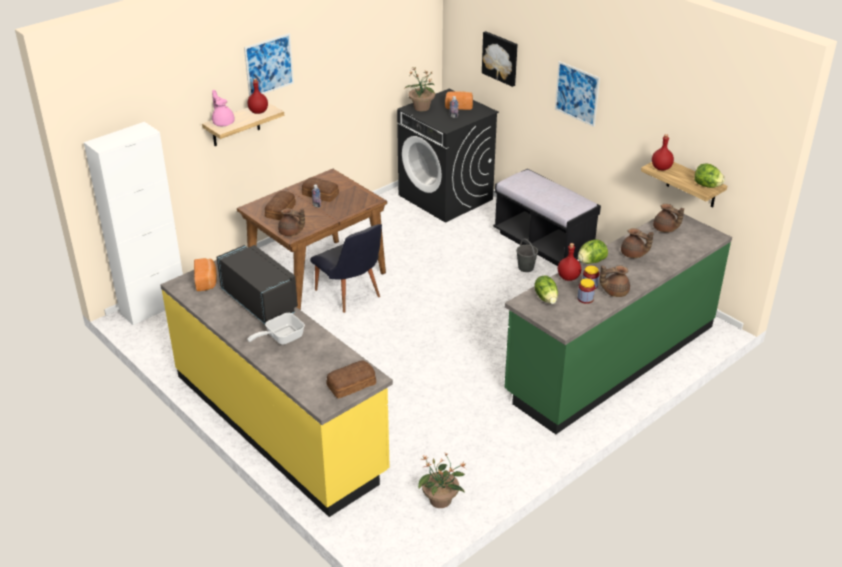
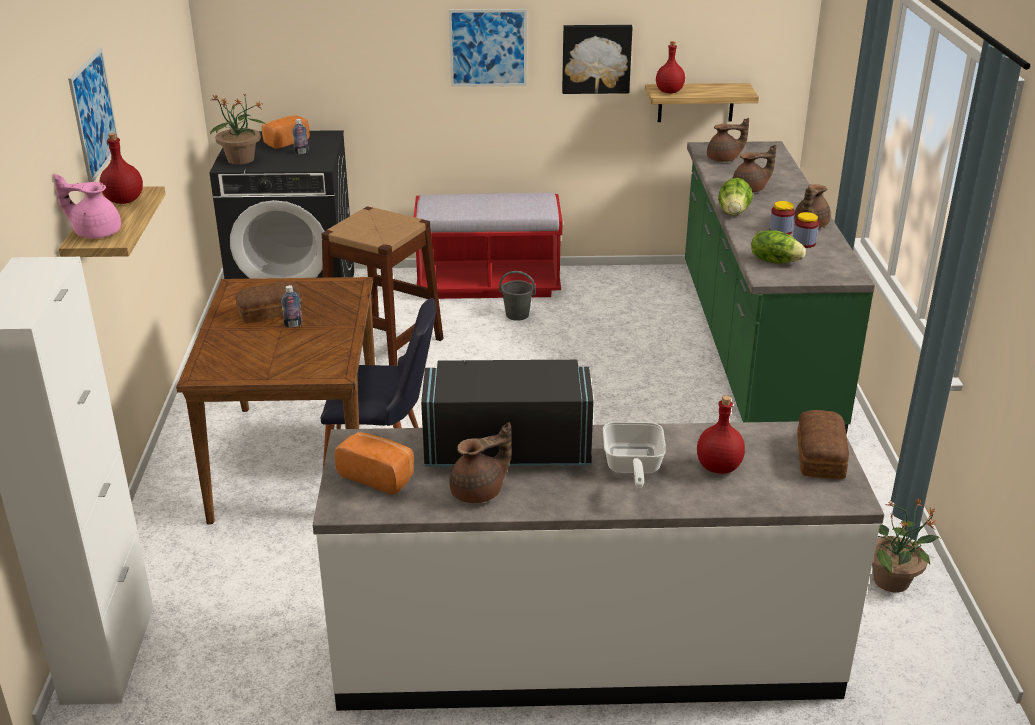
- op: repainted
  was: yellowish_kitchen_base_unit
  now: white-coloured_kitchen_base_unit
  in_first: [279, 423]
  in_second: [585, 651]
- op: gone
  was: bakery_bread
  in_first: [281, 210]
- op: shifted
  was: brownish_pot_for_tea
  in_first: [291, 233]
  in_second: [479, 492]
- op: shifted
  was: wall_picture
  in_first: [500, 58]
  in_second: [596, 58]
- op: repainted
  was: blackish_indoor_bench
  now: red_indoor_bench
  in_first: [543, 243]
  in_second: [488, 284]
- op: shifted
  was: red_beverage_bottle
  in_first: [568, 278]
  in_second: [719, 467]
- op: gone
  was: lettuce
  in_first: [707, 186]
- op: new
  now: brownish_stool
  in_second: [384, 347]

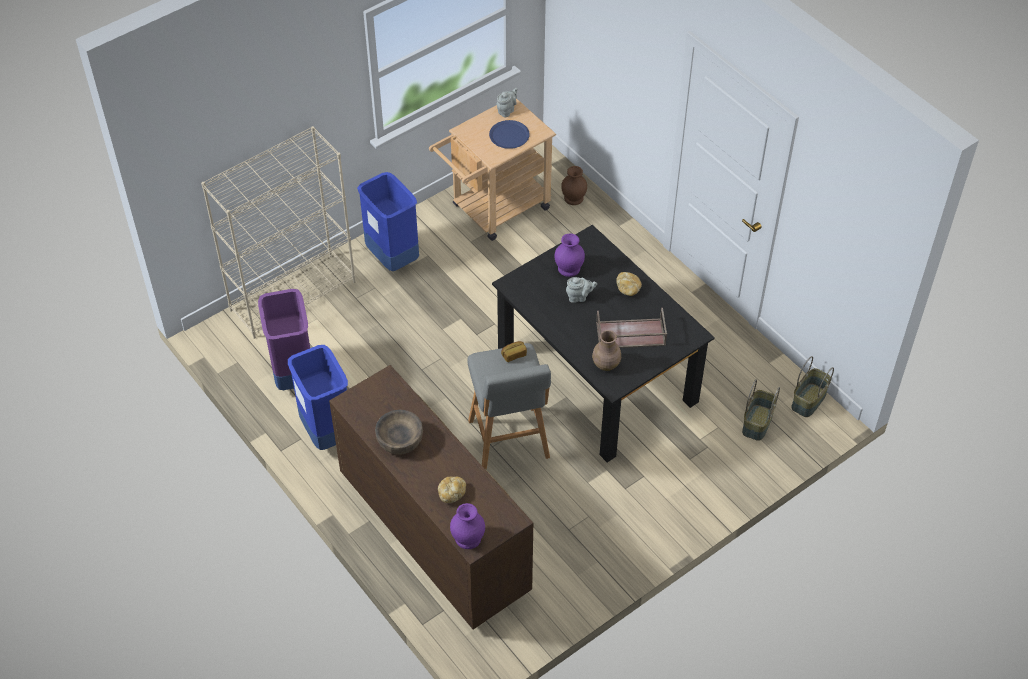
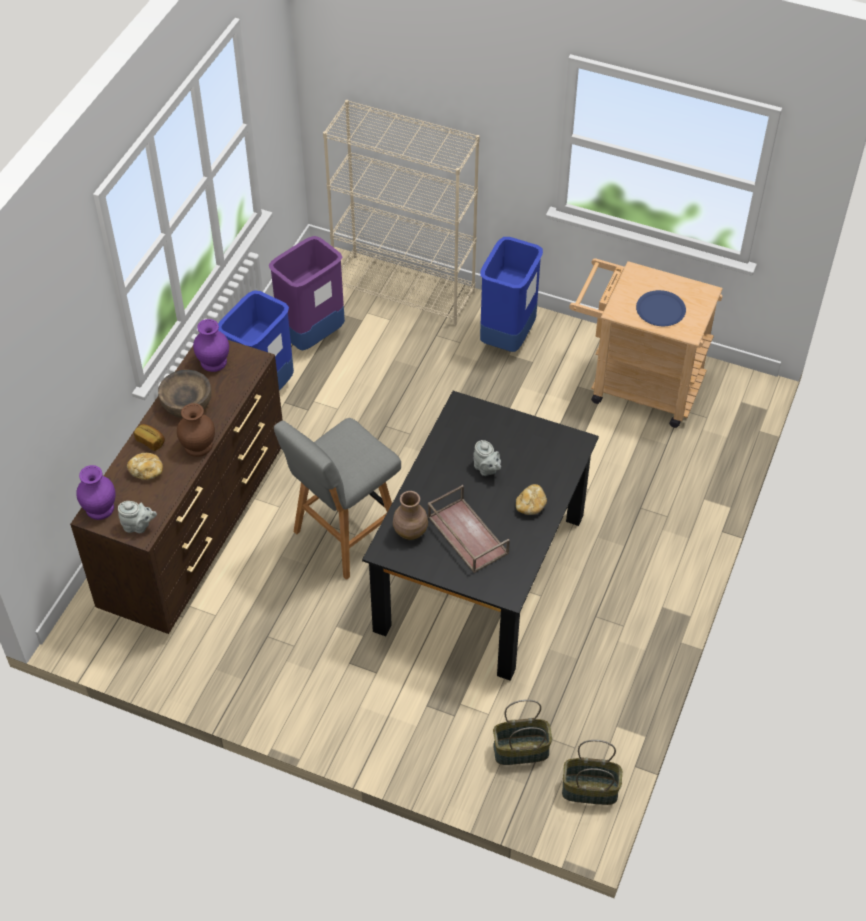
- op: shifted
  was: gray_pot_for_tea
  in_first: [507, 110]
  in_second: [138, 526]
- op: shifted
  was: bakery_bread
  in_first: [513, 354]
  in_second: [151, 441]
- op: shifted
  was: purple-coloured_flower_vase
  in_first: [569, 268]
  in_second: [213, 362]
- op: shifted
  was: brownish_flower_vase
  in_first: [573, 197]
  in_second: [199, 445]

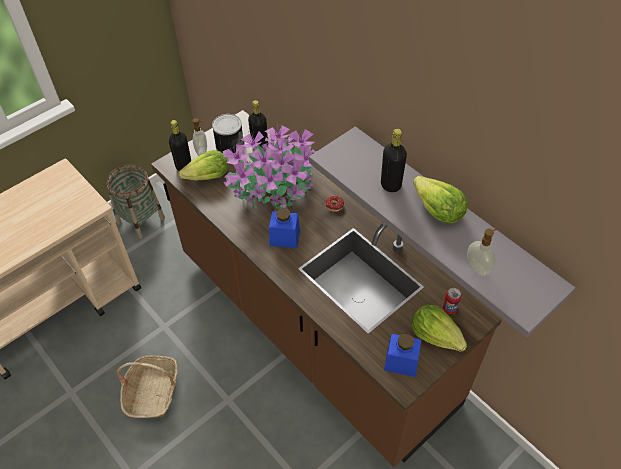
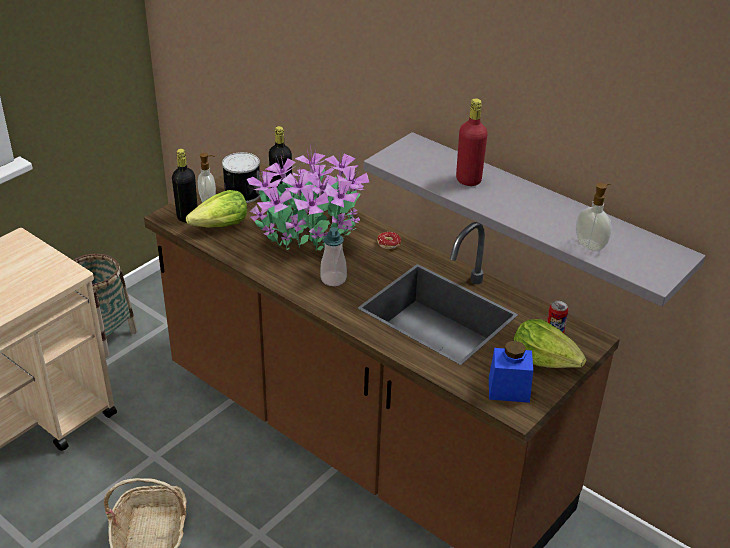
- op: swapped
  was: bluish_preserve_jar
  now: liquid_soap_bottle
  in_first: [284, 238]
  in_second: [333, 279]
- op: repainted
  was: blackish_beverage_bottle
  now: red_beverage_bottle
  in_first: [391, 185]
  in_second: [468, 180]
- op: gone
  was: lettuce
  in_first: [437, 210]

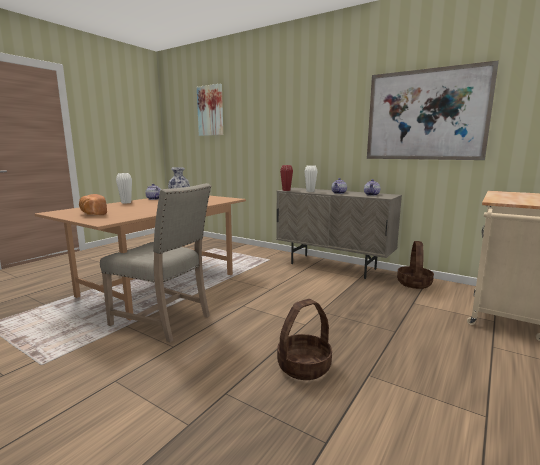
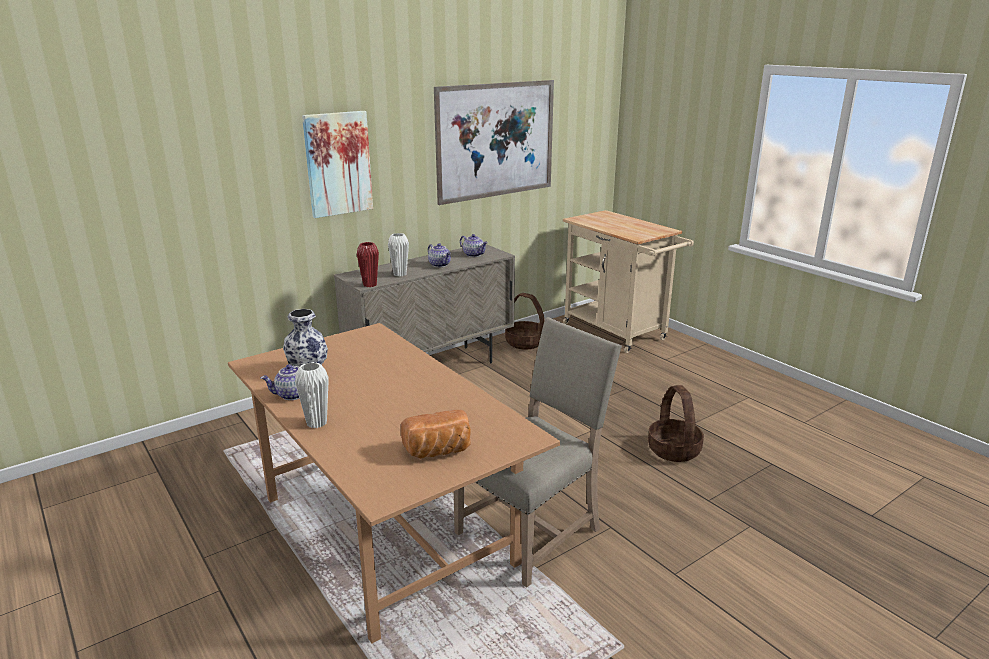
- op: shifted
  was: wall_picture
  in_first: [210, 110]
  in_second: [338, 164]

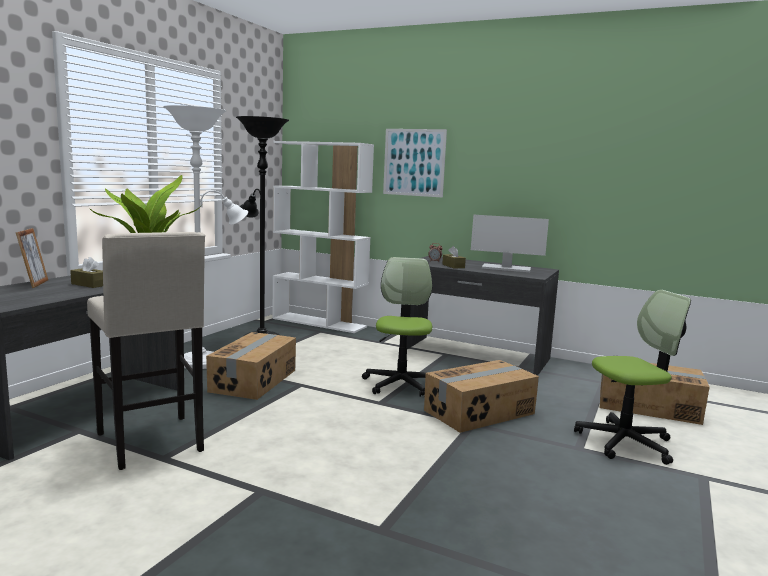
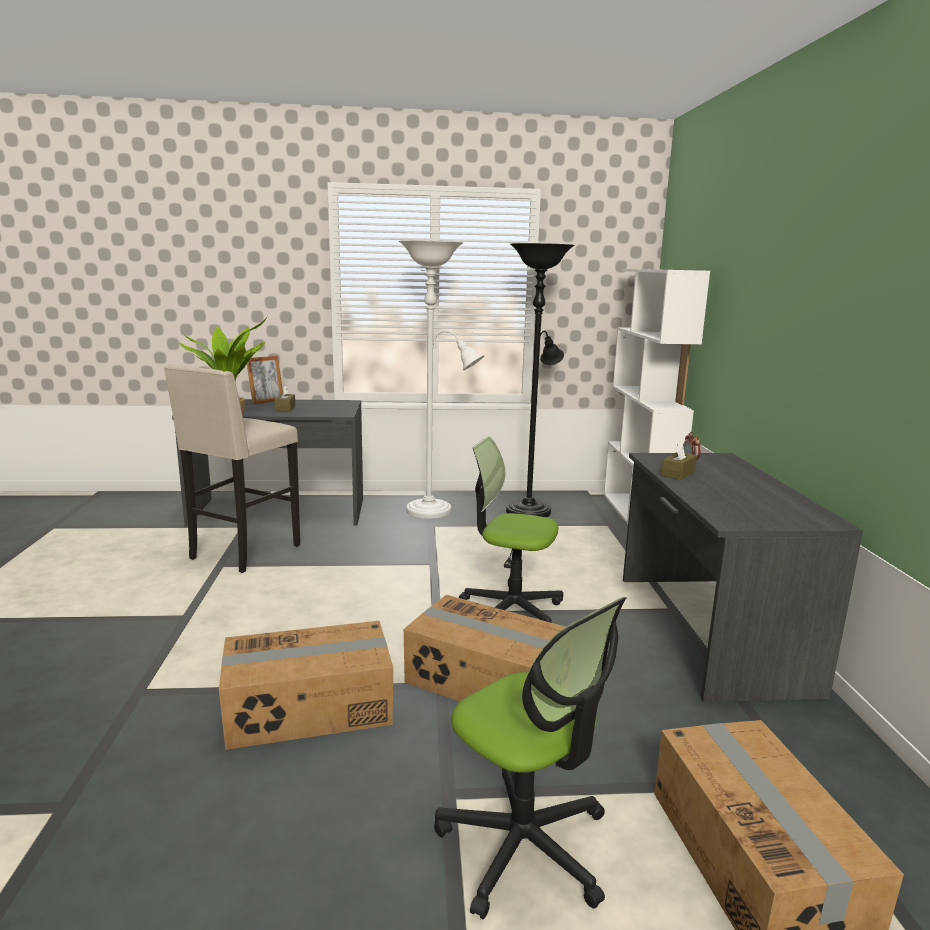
- op: shifted
  was: packing_box
  in_first: [254, 380]
  in_second: [309, 708]
- op: rotated
  was: computer_chair
  in_first: [401, 384]
  in_second: [511, 609]
  clockwise: -135
- op: gone
  was: wall_picture
  in_first: [414, 162]
- op: gone
  was: computer_display
  in_first: [505, 268]

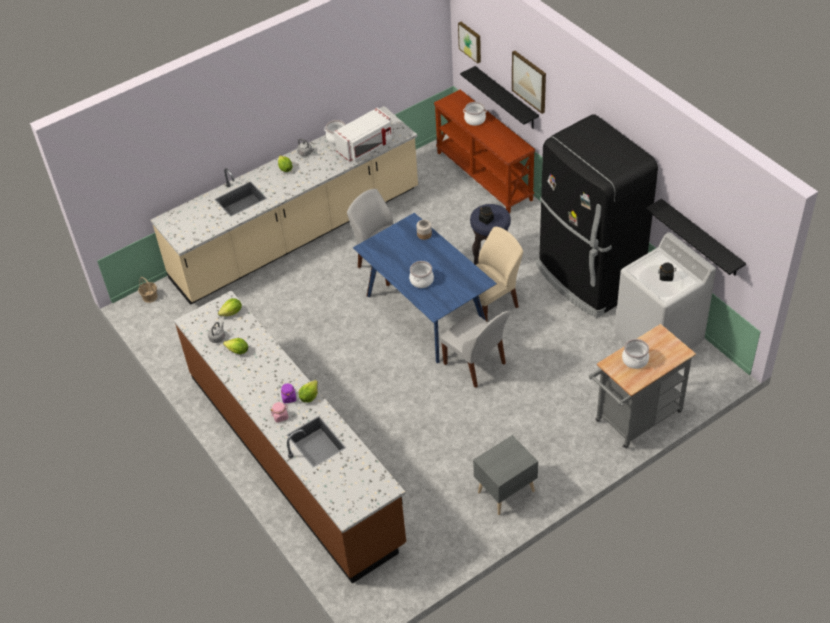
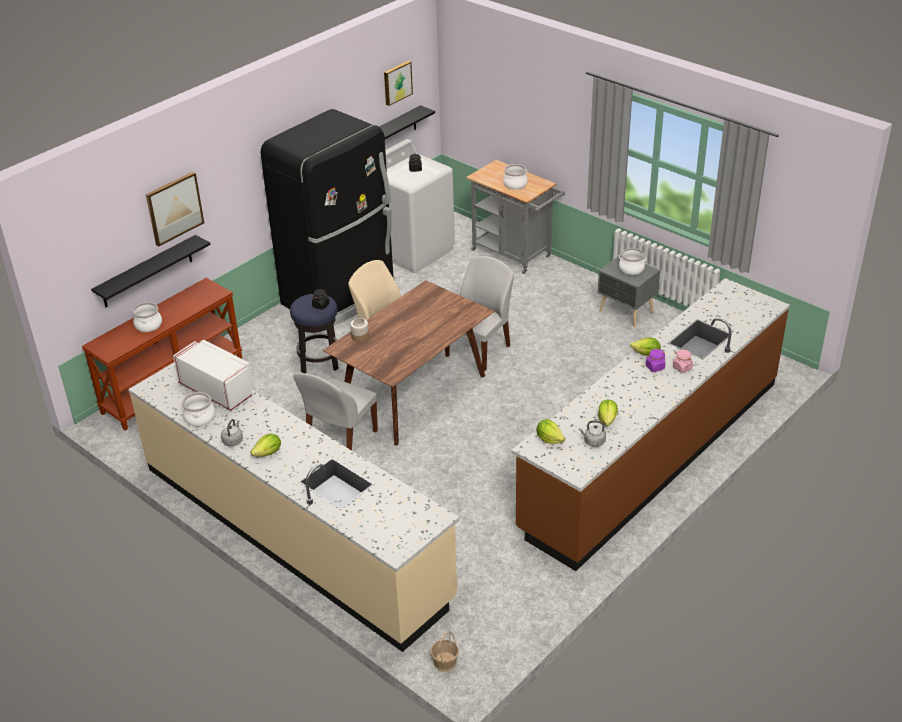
- op: repainted
  was: bluish_dining_table
  now: brownish_dining_table
  in_first: [425, 313]
  in_second: [414, 395]
- op: shifted
  was: saucepot
  in_first: [422, 280]
  in_second: [631, 269]
- op: shifted
  was: wall_picture
  in_first: [470, 41]
  in_second: [397, 82]

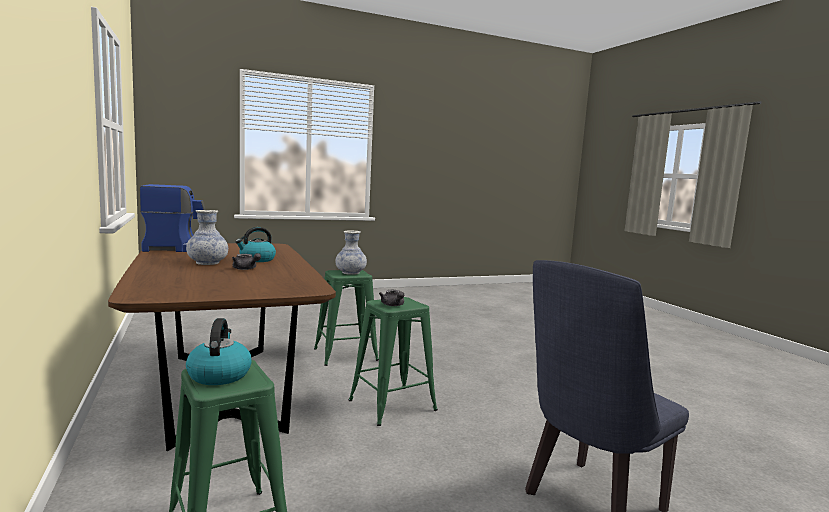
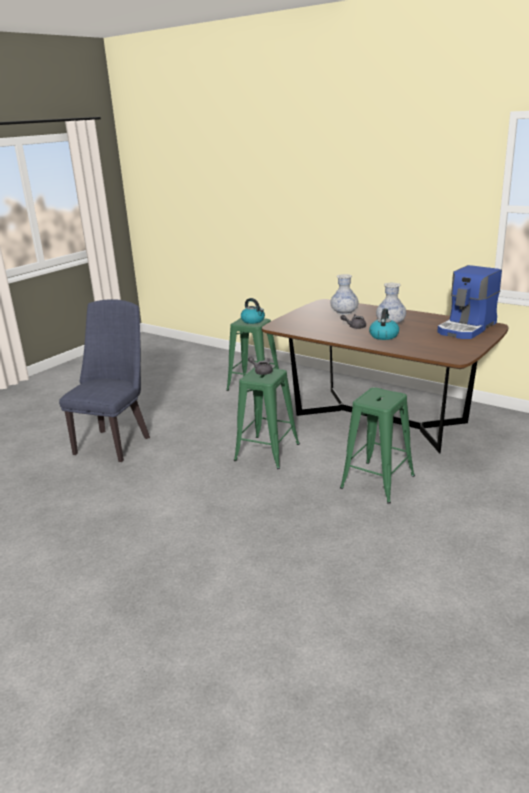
- op: shifted
  was: flower_vase
  in_first: [350, 273]
  in_second: [344, 312]

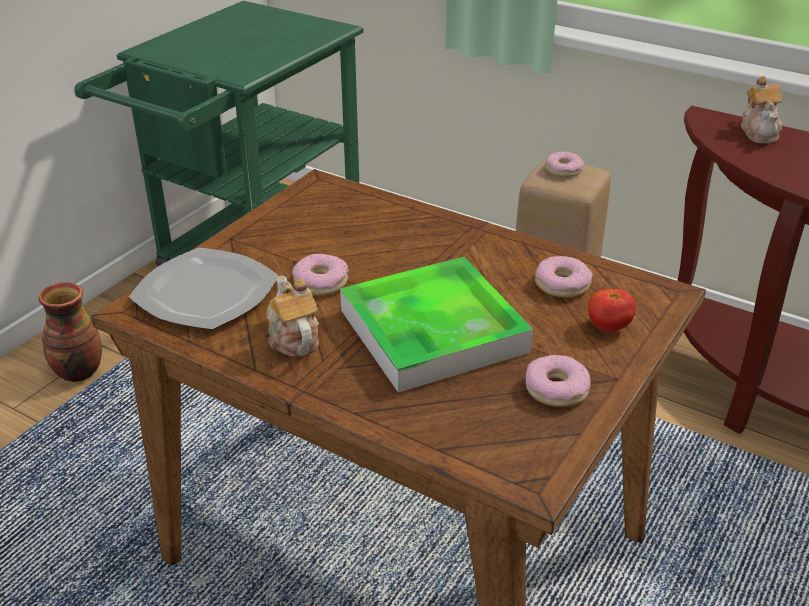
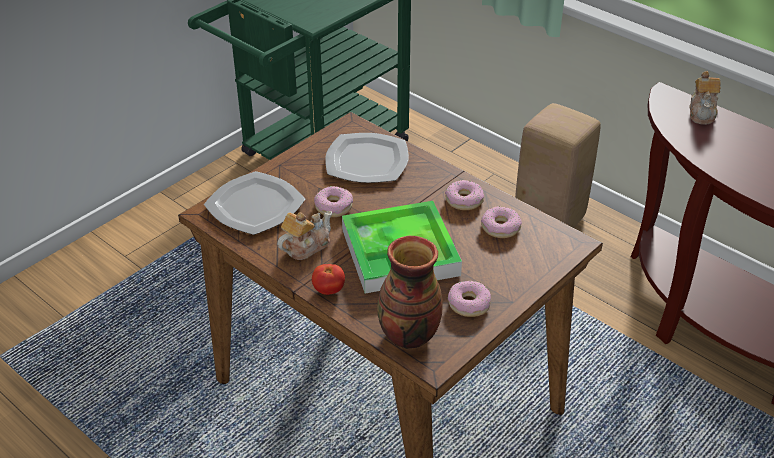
- op: shifted
  was: flower_vase
  in_first: [78, 372]
  in_second: [408, 335]
- op: rotated
  was: pot_for_tea
  in_first: [293, 338]
  in_second: [305, 246]
  clockwise: 60
- op: shifted
  was: doughnut
  in_first: [563, 170]
  in_second: [464, 200]
- op: shifted
  was: tomato
  in_first: [608, 327]
  in_second: [329, 290]
- op: new
  now: plate
  in_second: [368, 160]

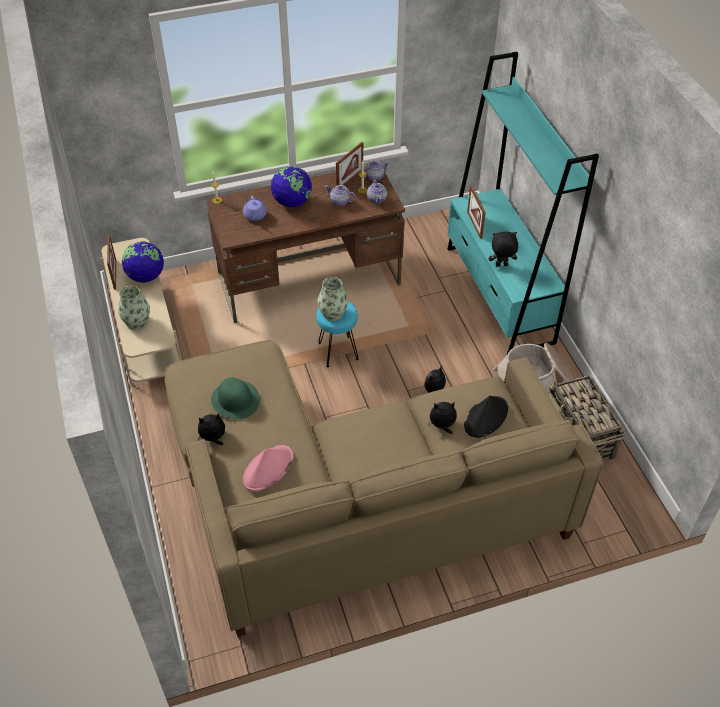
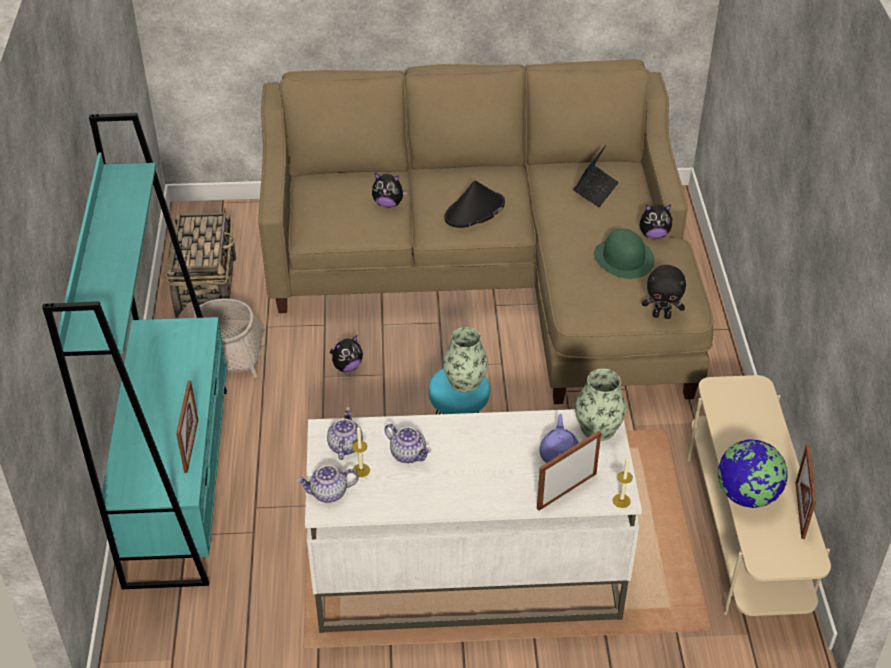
- op: shifted
  was: flower_vase
  in_first: [137, 322]
  in_second: [598, 428]
- op: repainted
  was: brownish_desk
  now: white-coloured_desk
  in_first: [310, 279]
  in_second: [465, 574]
- op: swapped
  was: pink_hat
  now: laptop
  in_first: [268, 469]
  in_second: [595, 190]
- op: gone
  was: world_globe
  in_first: [292, 202]
- op: shifted
  was: picture_frame
  in_first: [350, 180]
  in_second: [566, 491]
- op: shifted
  was: blackish_hat
  in_first: [486, 417]
  in_second: [474, 211]
- op: shifted
  was: blackish_cuddly_toy
  in_first: [501, 265]
  in_second: [662, 315]

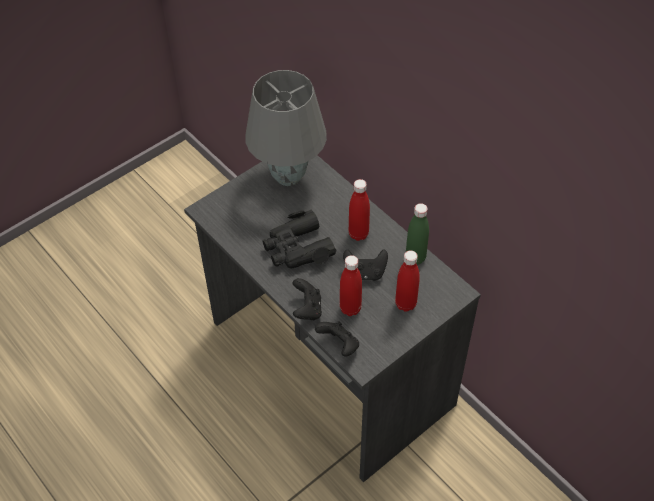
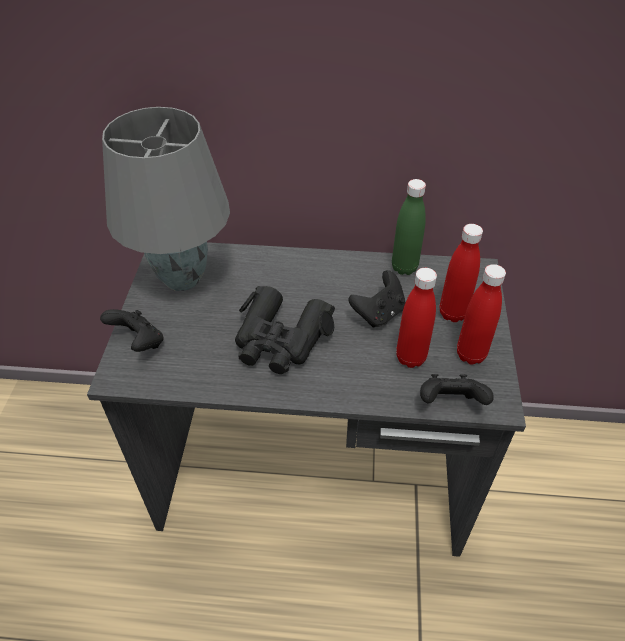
- op: shifted
  was: blackish_game_controller
  in_first: [307, 309]
  in_second: [139, 343]
- op: shifted
  was: red_beverage_bottle
  in_first: [358, 234]
  in_second: [470, 354]

